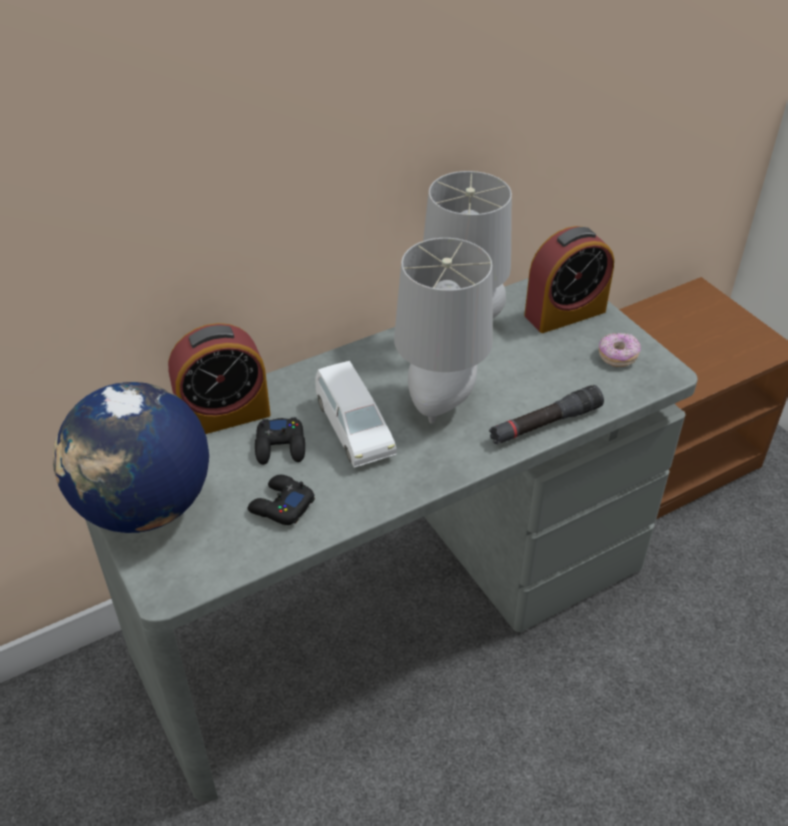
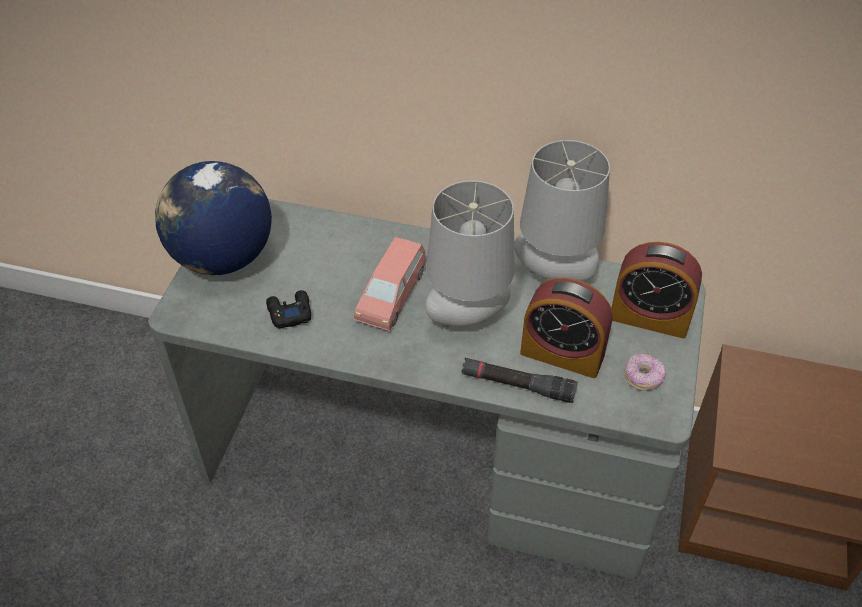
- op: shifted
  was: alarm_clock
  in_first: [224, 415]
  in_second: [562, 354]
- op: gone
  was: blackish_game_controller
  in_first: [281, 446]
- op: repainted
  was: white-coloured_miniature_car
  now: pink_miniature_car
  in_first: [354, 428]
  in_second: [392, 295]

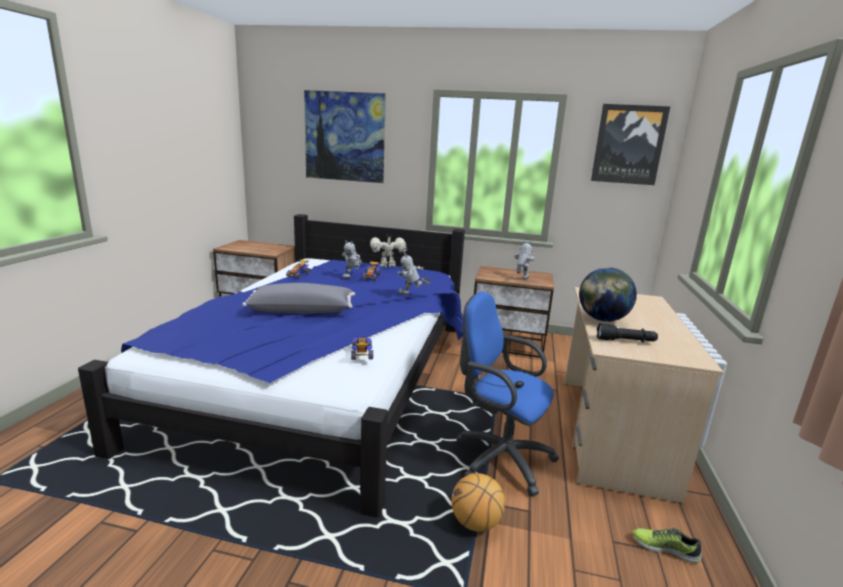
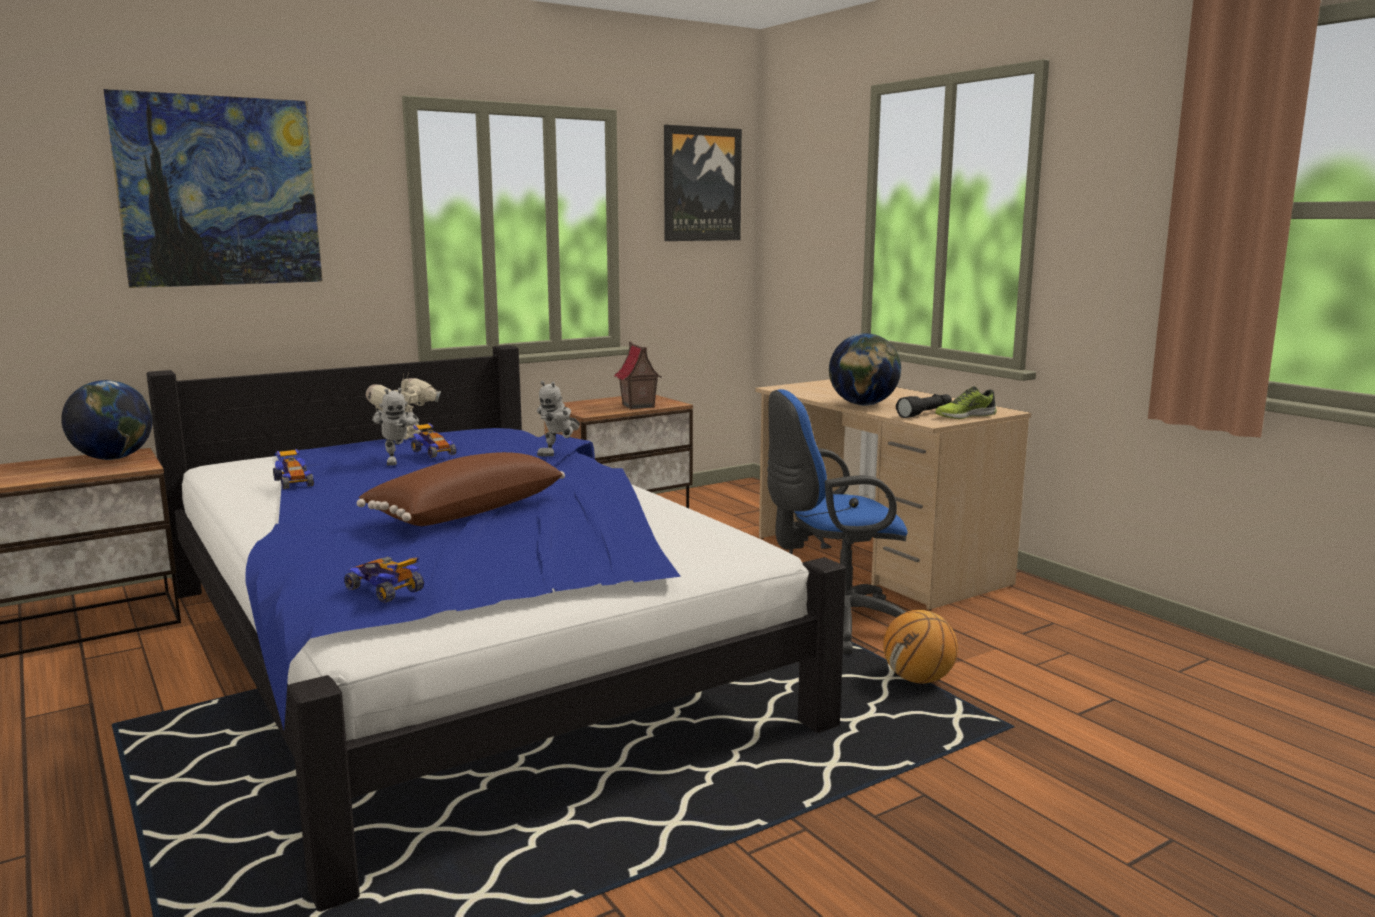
- op: repainted
  was: gray_throw_pillow
  now: brownish_throw_pillow
  in_first: [302, 310]
  in_second: [465, 511]
- op: shifted
  was: miniature_car
  in_first: [362, 353]
  in_second: [386, 590]
- op: swapped
  was: model_robot
  now: toy_house
  in_first: [521, 279]
  in_second: [637, 406]
- op: shifted
  was: shoe
  in_first: [665, 548]
  in_second: [964, 416]
- op: new
  now: world_globe
  in_second: [113, 459]

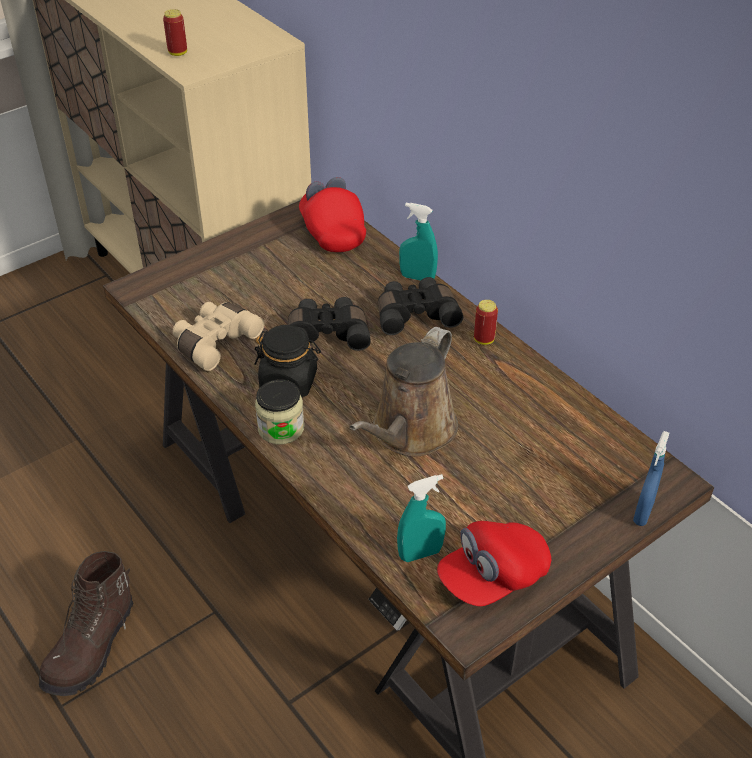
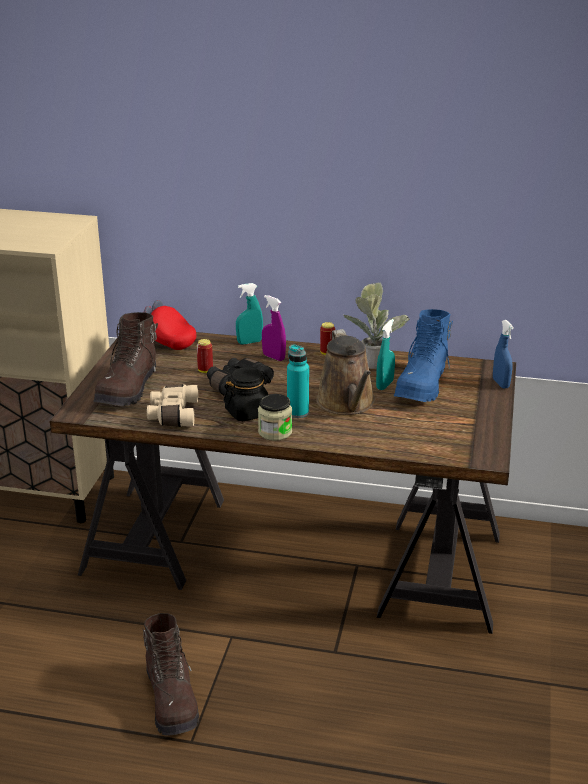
- op: shifted
  was: sealed_can
  in_first: [178, 53]
  in_second: [205, 371]
- op: swapped
  was: blackish_binoculars
  now: purple-coloured_spray_bottle
  in_first: [416, 314]
  in_second: [273, 357]
- op: shifted
  was: turquoise_spray_bottle
  in_first: [420, 553]
  in_second: [384, 385]
- op: gone
  was: red_cap
  in_first: [493, 577]
- op: new
  now: brownish_tall_boot
  in_second: [129, 389]
- op: new
  now: turquoise_beverage_bottle
  in_second: [297, 412]
- op: new
  now: plant_in_a_pot
  in_second: [372, 360]
- op: new
  now: bluish_tall_boot
  in_second: [423, 385]

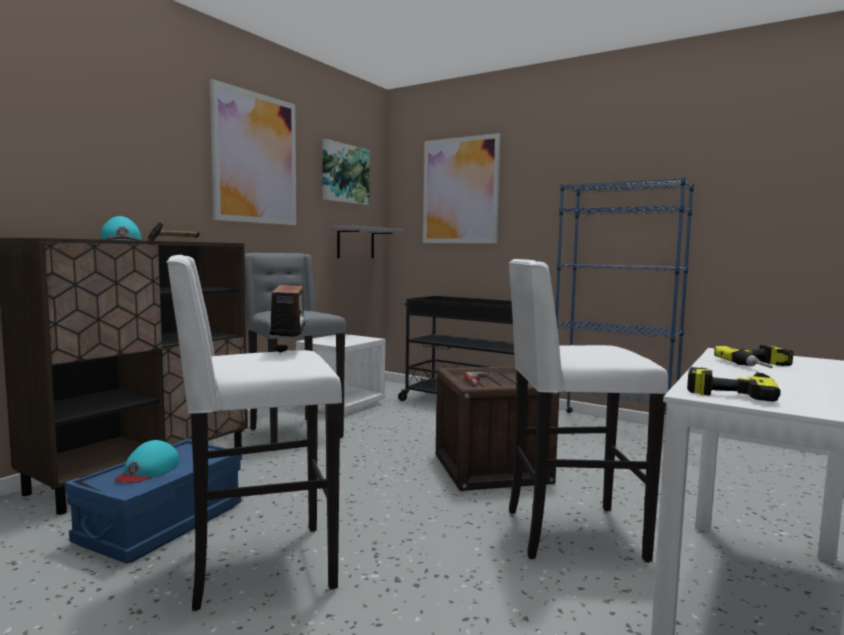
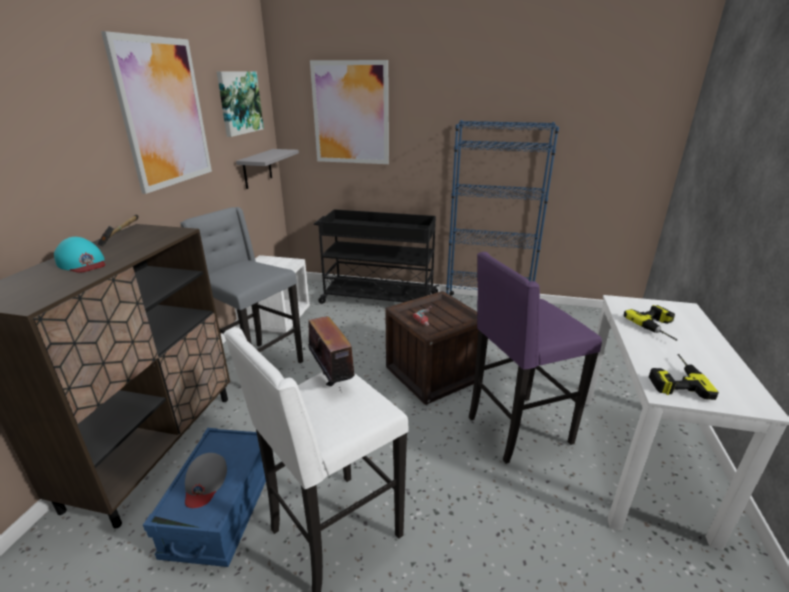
- op: repainted
  was: turquoise_cap
  now: gray_cap
  in_first: [148, 470]
  in_second: [205, 482]
- op: repainted
  was: white-coloured_stool
  now: purple-coloured_stool
  in_first: [569, 533]
  in_second: [516, 430]

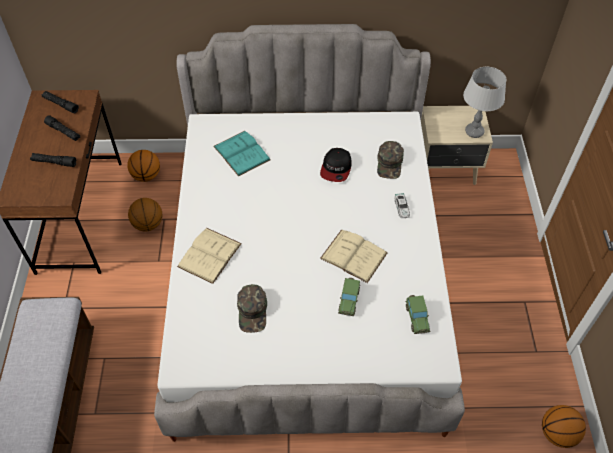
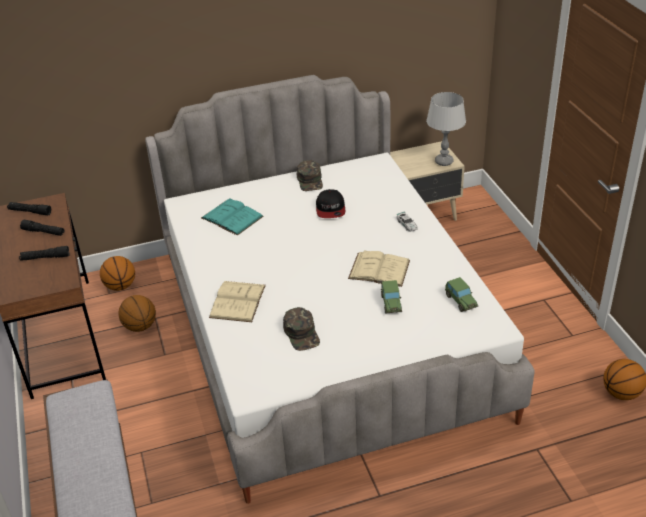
- op: shifted
  was: green_cap
  in_first: [390, 163]
  in_second: [310, 180]

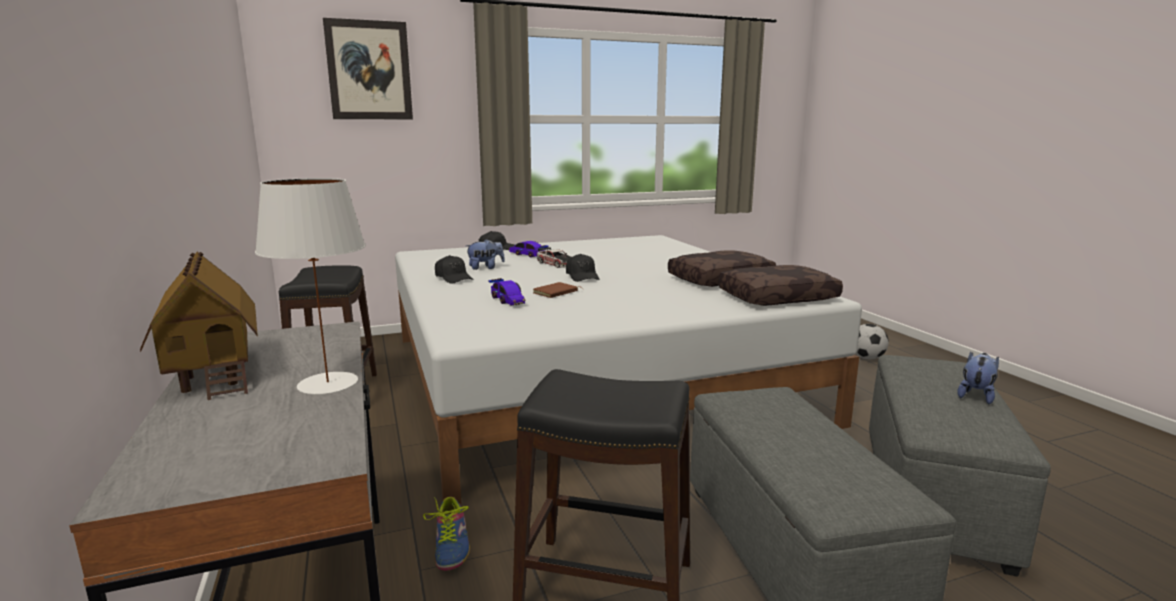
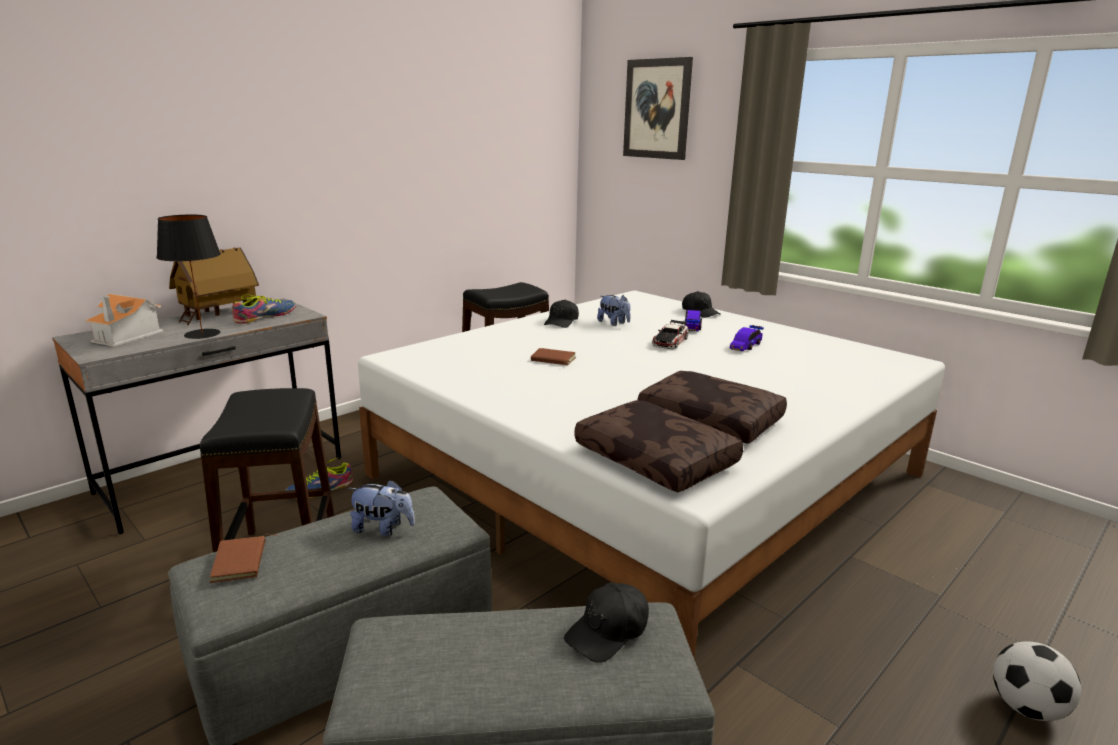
- op: repainted
  was: white-coloured_lamp_for_a_table
  now: blackish_lamp_for_a_table
  in_first: [328, 383]
  in_second: [203, 334]
- op: shifted
  was: miniature_car
  in_first: [507, 300]
  in_second: [745, 345]
- op: shifted
  was: blackish_cap
  in_first: [582, 276]
  in_second: [608, 631]
- op: shifted
  was: cuddly_toy
  in_first: [976, 396]
  in_second: [383, 529]
- op: new
  now: toy_house
  in_second: [127, 335]
- op: new
  now: brownish_book
  in_second: [241, 562]
- op: new
  now: shoe
  in_second: [265, 316]

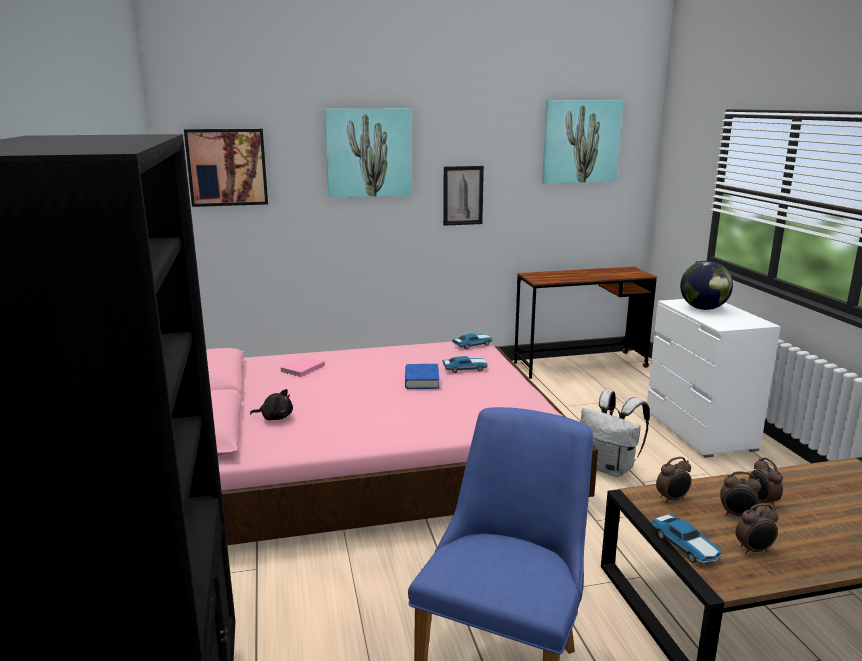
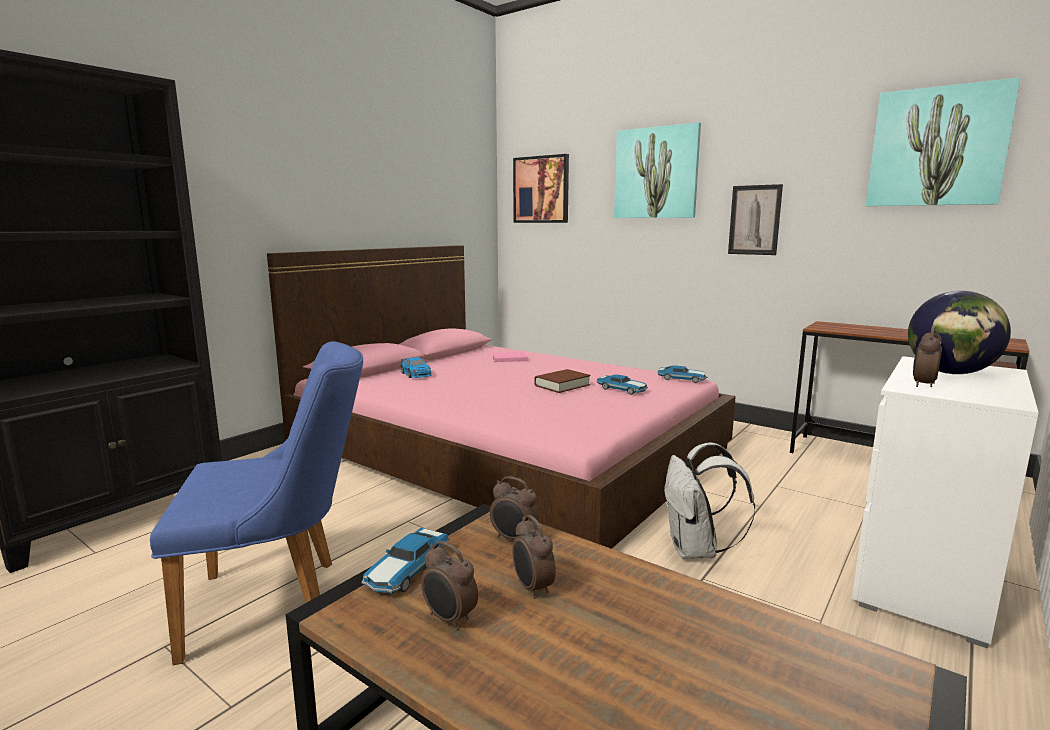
- op: swapped
  was: blackish_cuddly_toy
  now: miniature_car
  in_first: [275, 417]
  in_second: [416, 374]
- op: repainted
  was: bluish_book
  now: brownish_book
  in_first: [421, 380]
  in_second: [562, 385]
- op: shifted
  was: alarm_clock
  in_first: [762, 502]
  in_second: [923, 385]

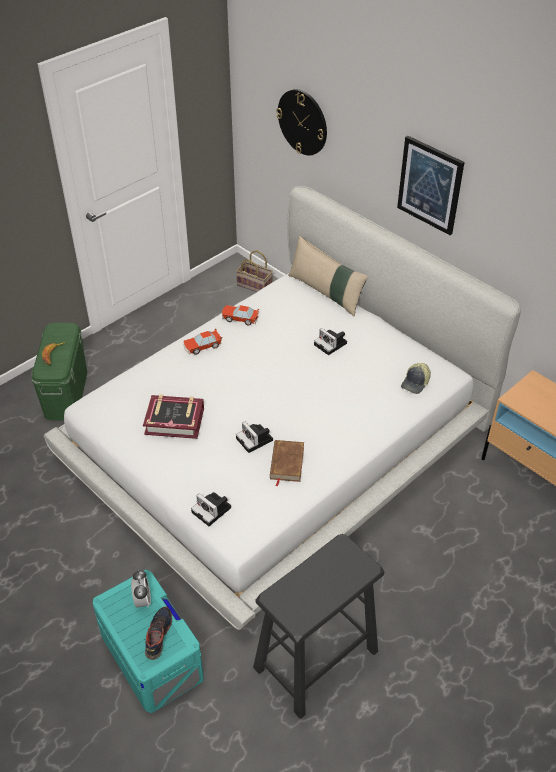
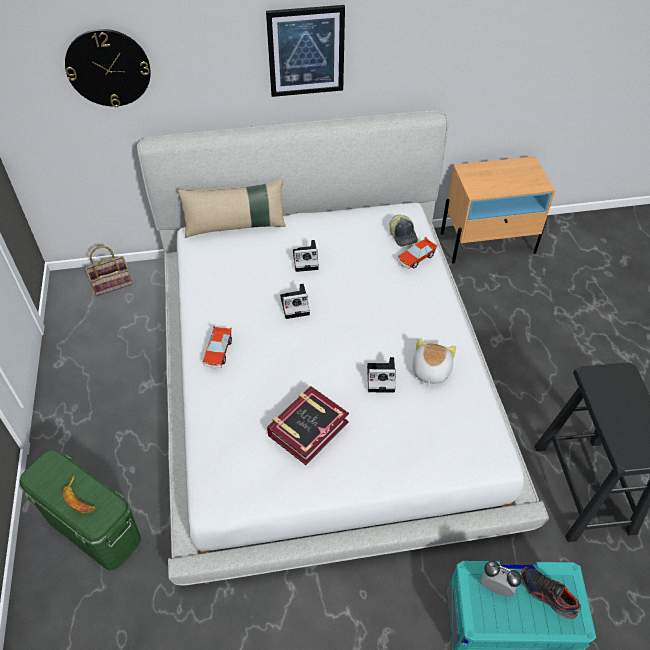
- op: shifted
  was: still_camera
  in_first: [213, 510]
  in_second: [296, 305]
- op: shifted
  was: miniature_car
  in_first: [240, 318]
  in_second: [416, 258]
- op: swapped
  was: brownish_book
  now: cuddly_toy
  in_first: [286, 463]
  in_second: [430, 371]

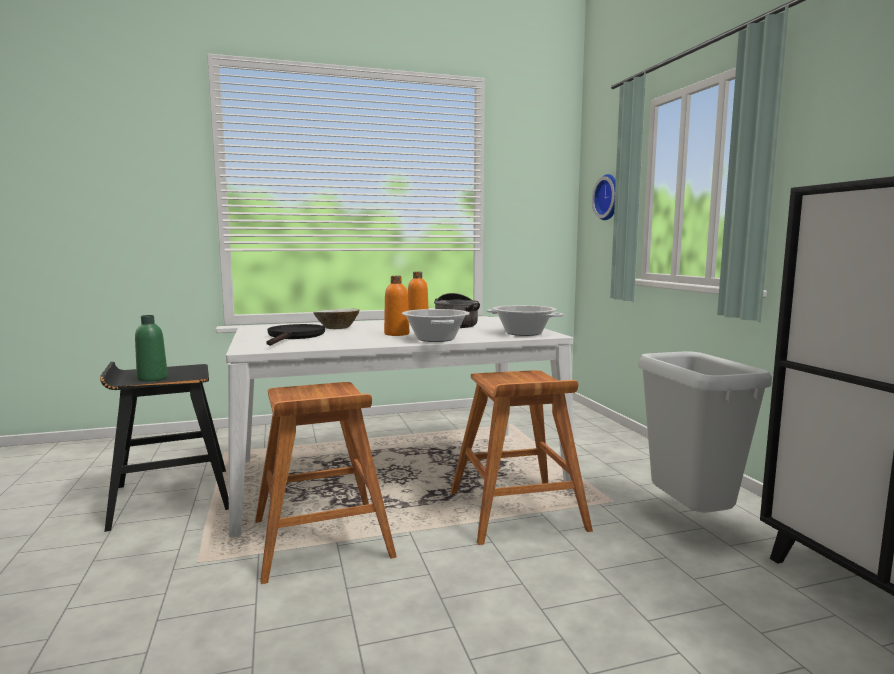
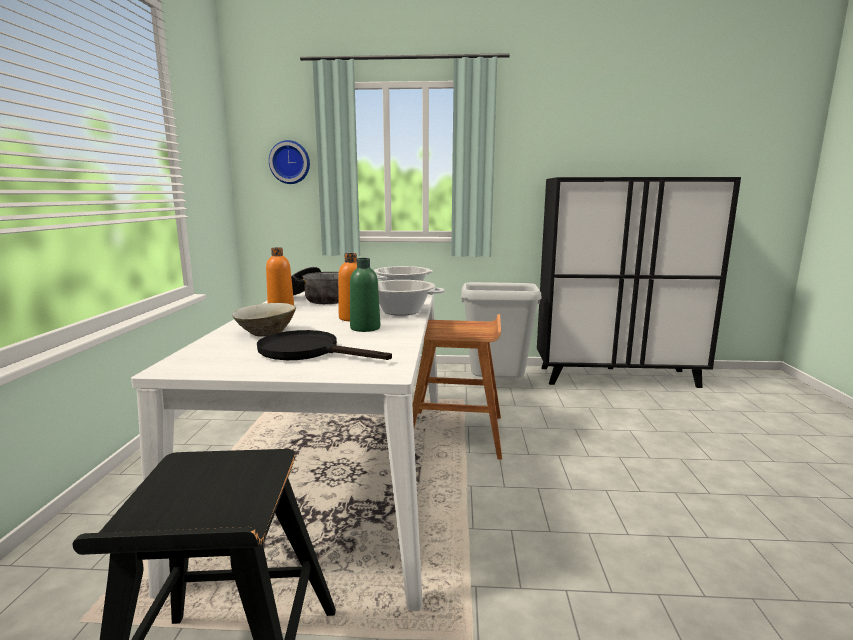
- op: shifted
  was: green_beverage_bottle
  in_first: [152, 378]
  in_second: [365, 328]
- op: gone
  was: brownish_stool
  in_first: [321, 539]

